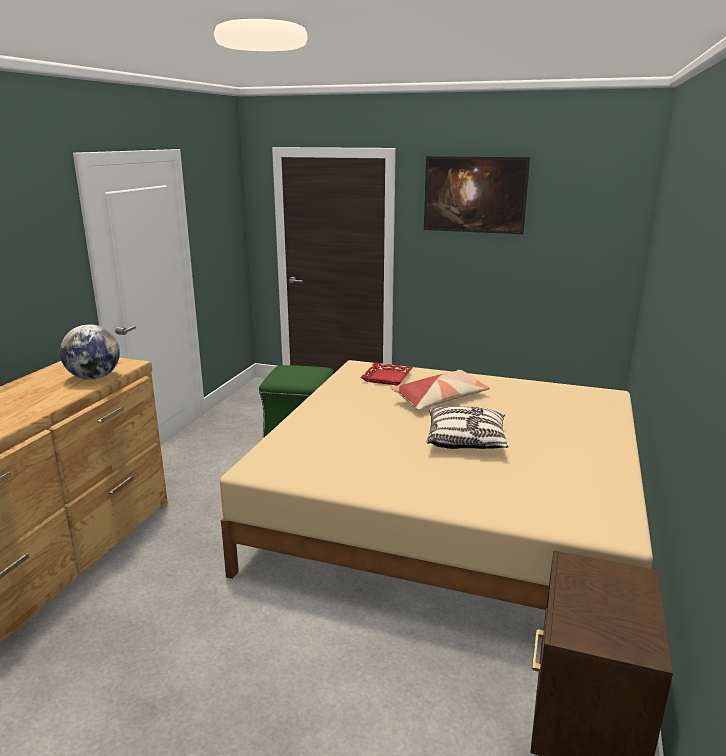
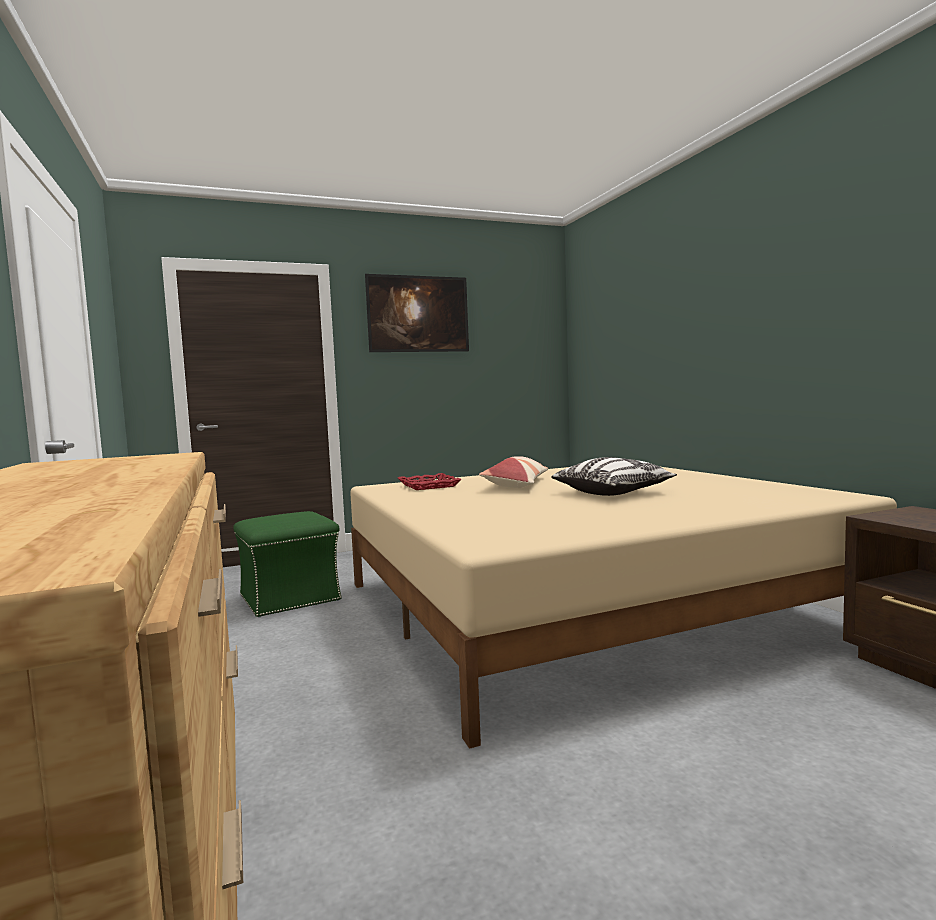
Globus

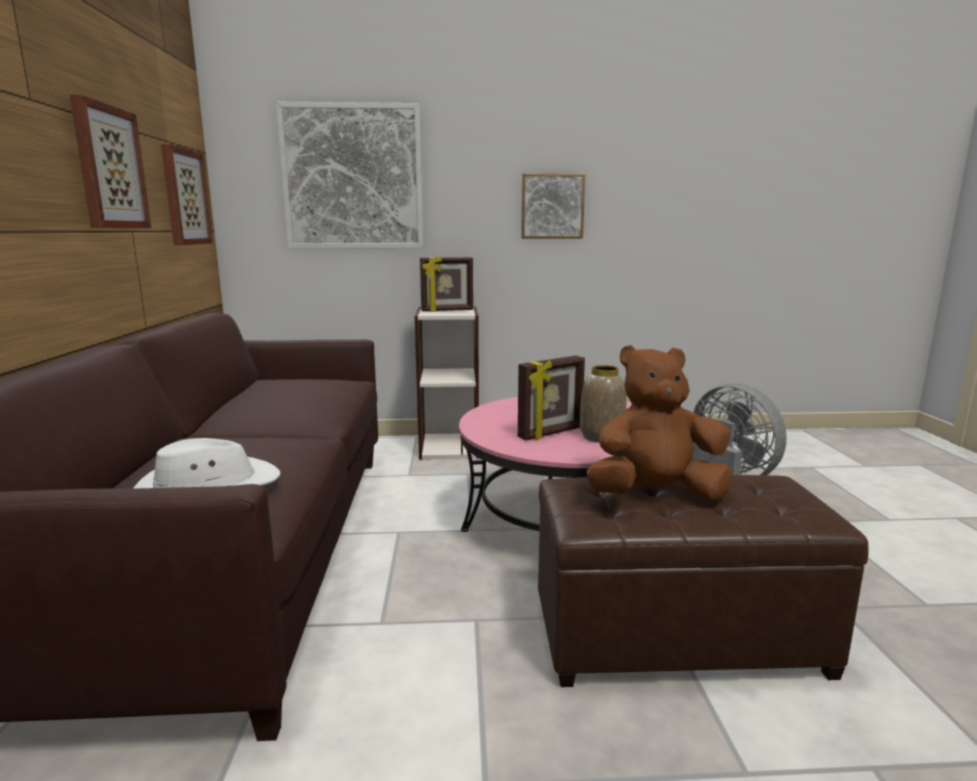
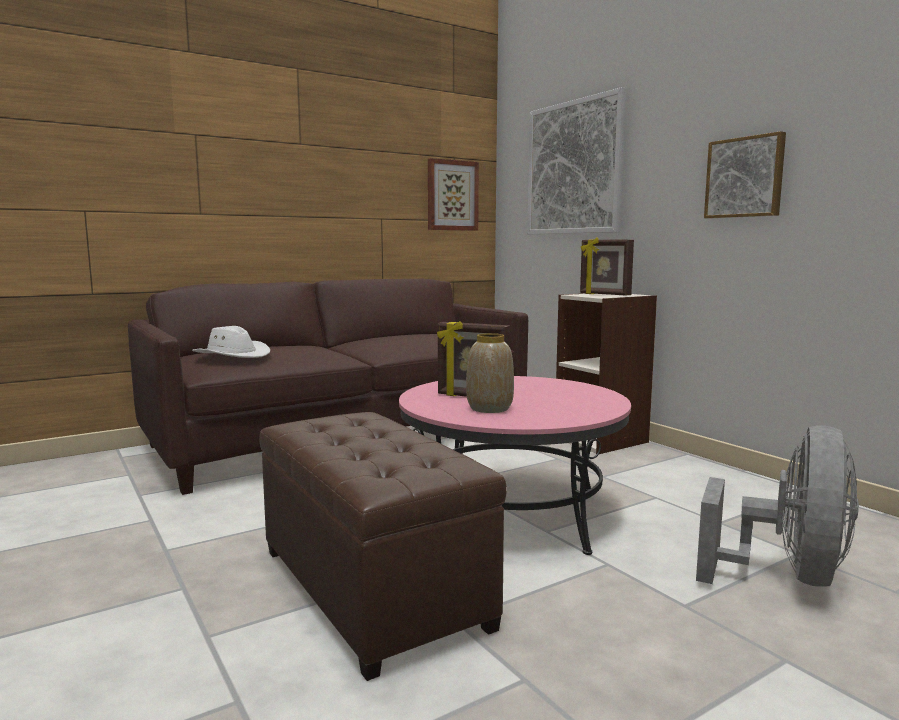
Bild (no. 1 from left in the first image)
Plüschtier (braun)

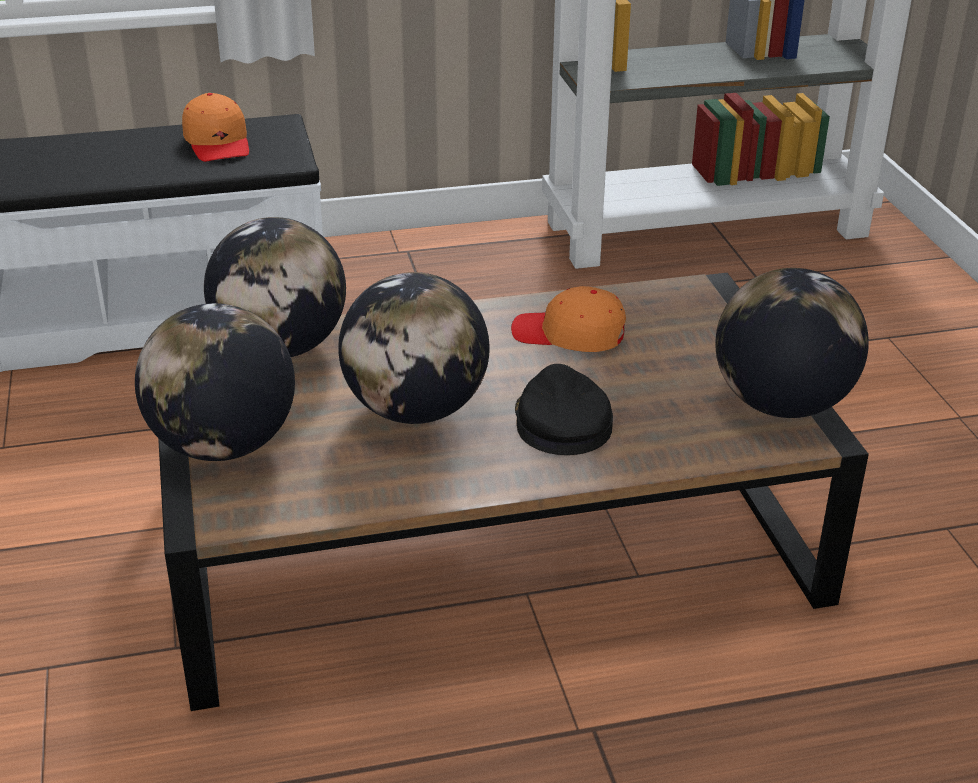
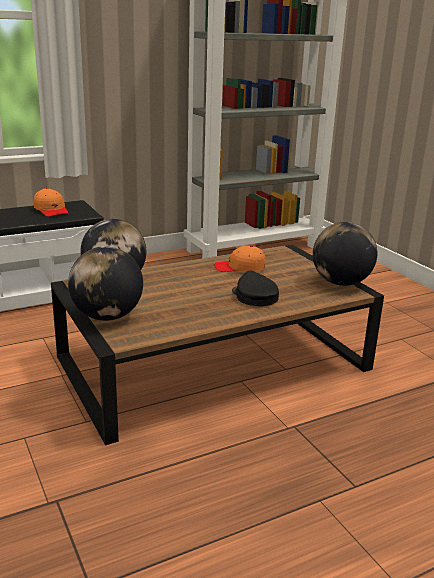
Globus (no. 3 from left in the first image)

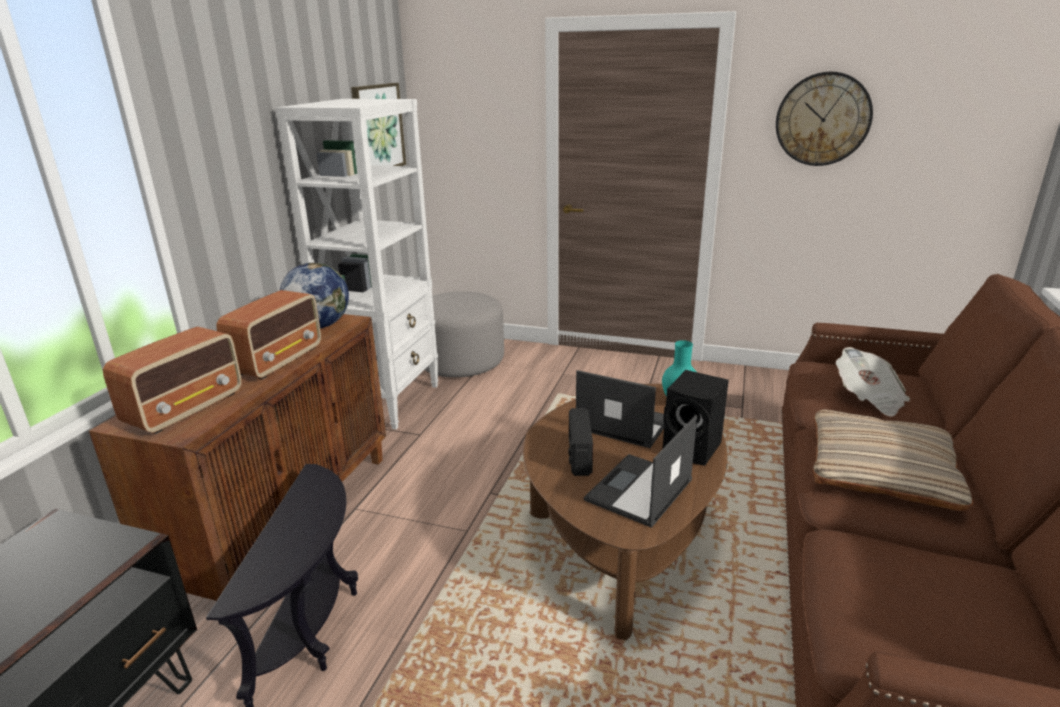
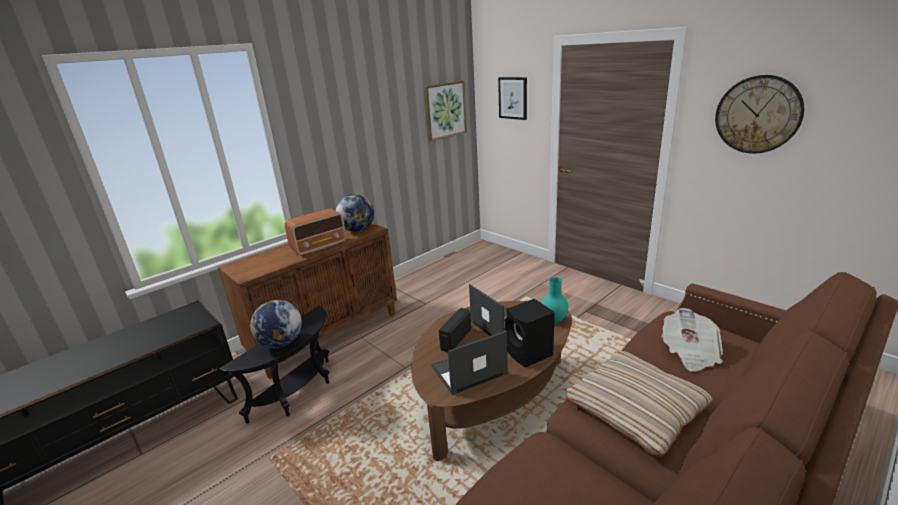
Bücherregal (weiß)
Polsterhocker (grau)
Radio (no. 1 from left in the first image)
Bild (no. 2 from left)
Globus (no. 1 from left)

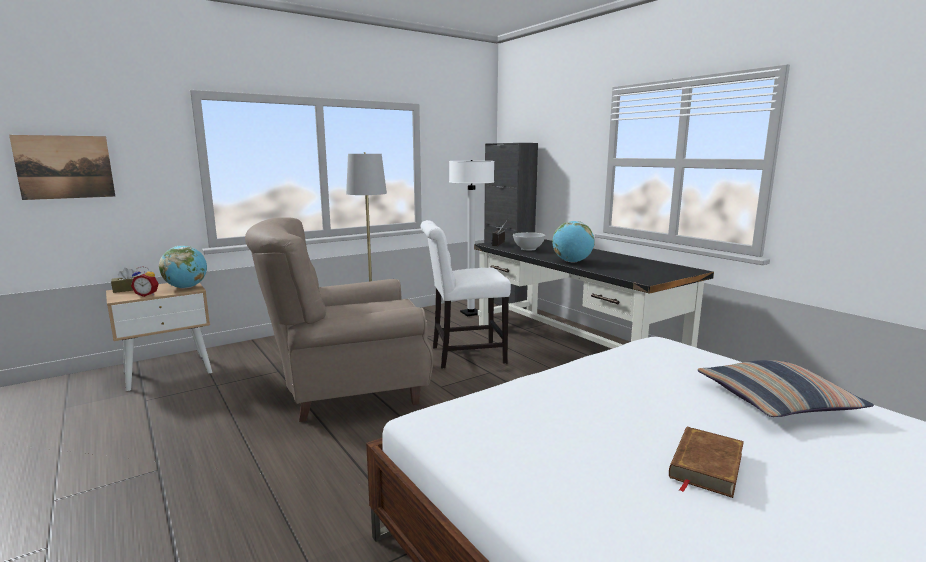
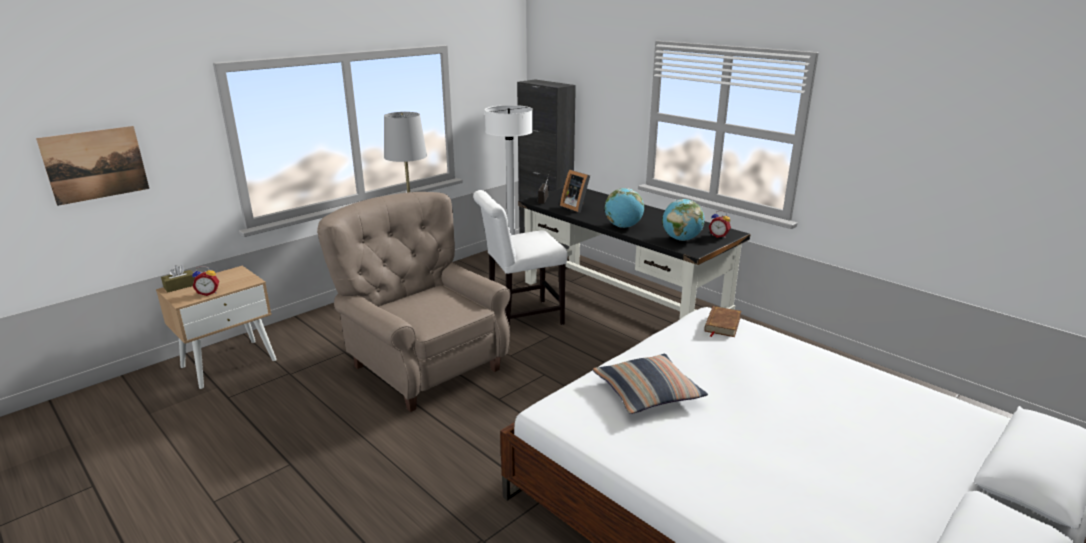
Sessel (beige)
Bilderrahmen
Globus (no. 2 from left)
Kissen
Buch (braun)
Wecker (no. 2 from left)

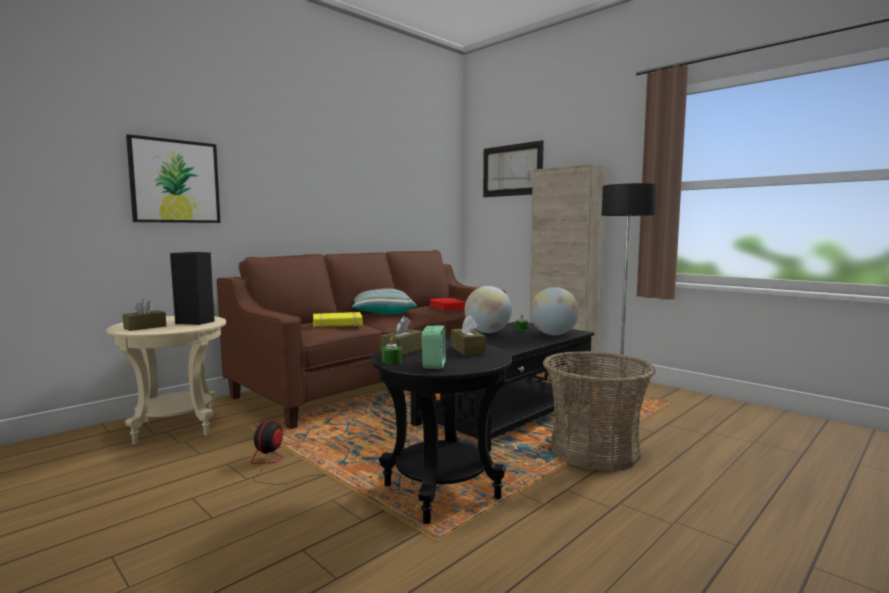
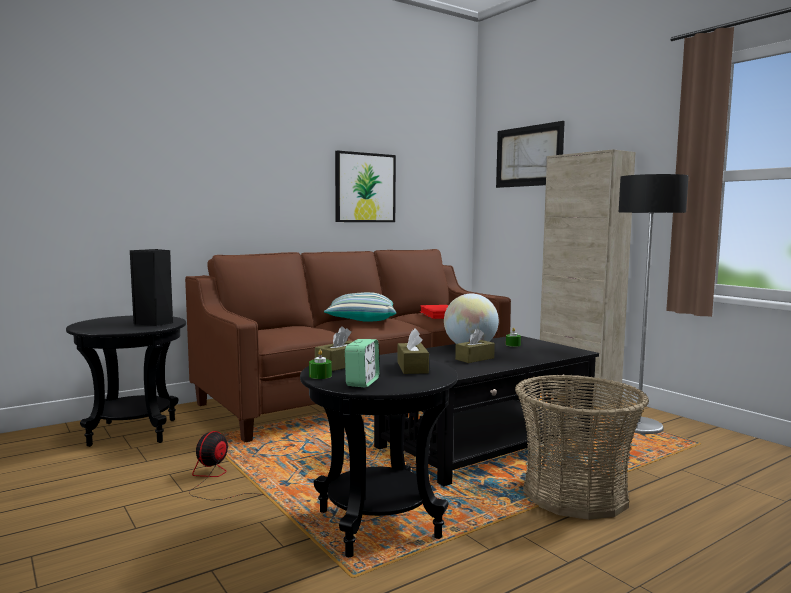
Bild (no. 1 from left)
Globus (no. 2 from left in the first image)
Taschentuchbox (braun) (no. 3 from left)
Buch (gelb)
Beistelltisch (schwarz) (no. 1 from left)

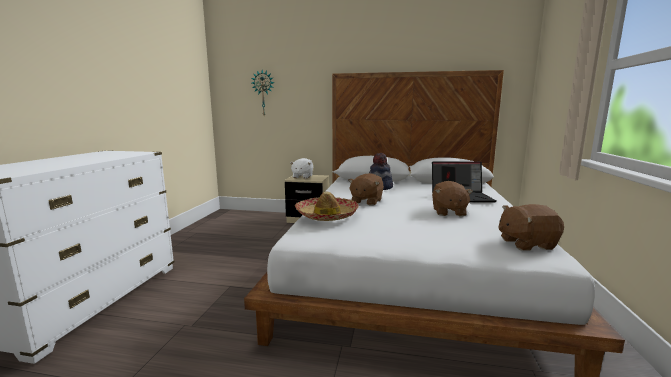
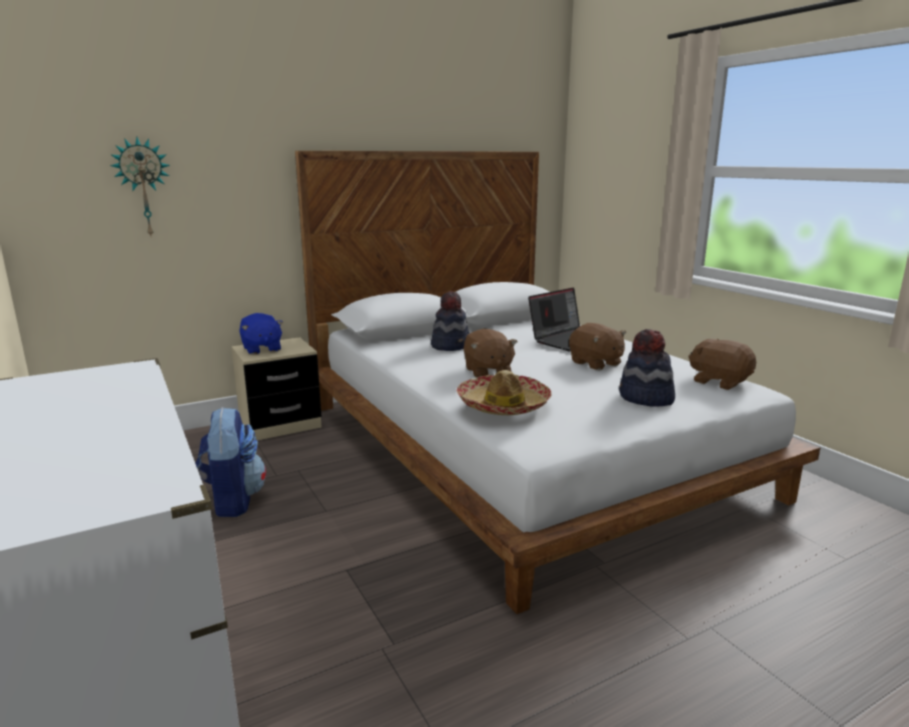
Plüschtier (blau)
Plüschtier (braun) (no. 3 from left)
Hut (no. 3 from left)
Rucksack

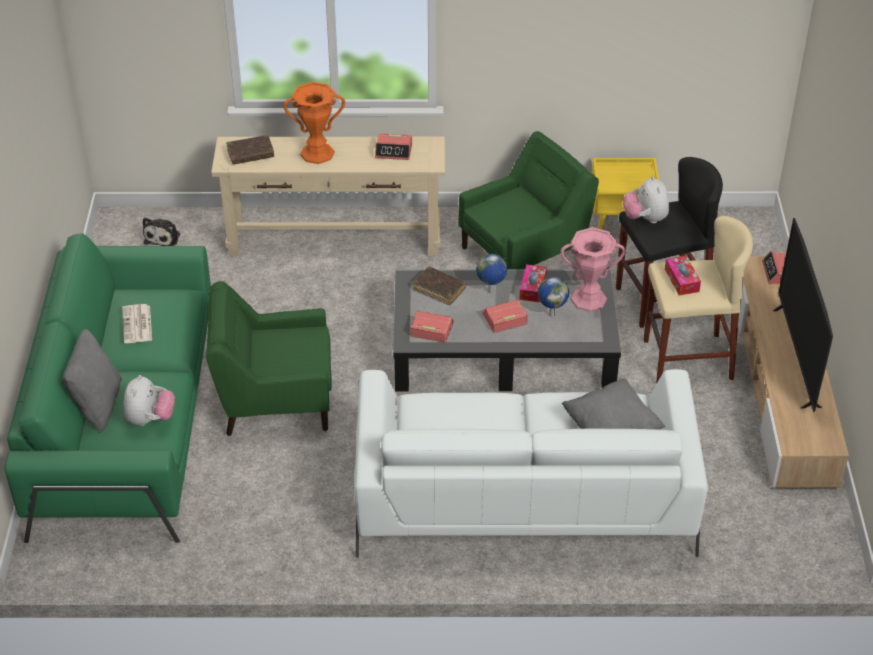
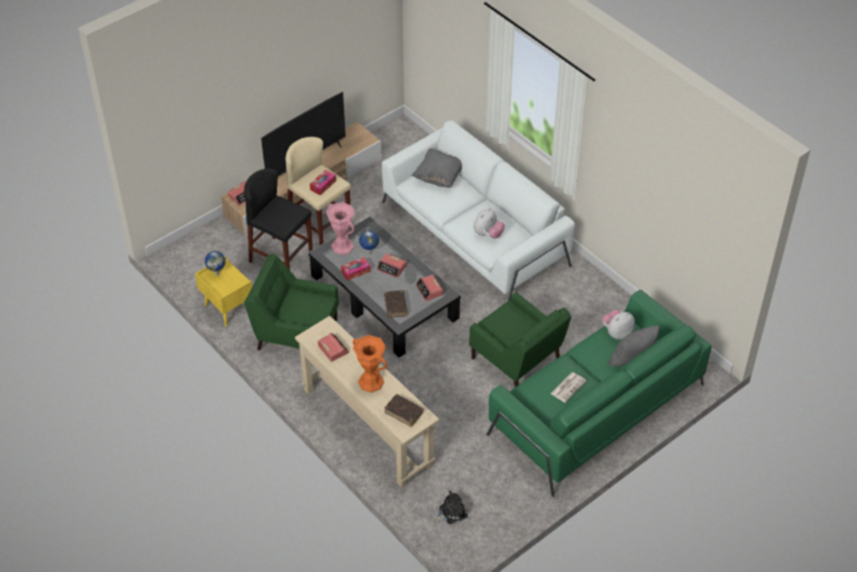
Plüschtier (no. 2 from left)
Globus (no. 1 from left)

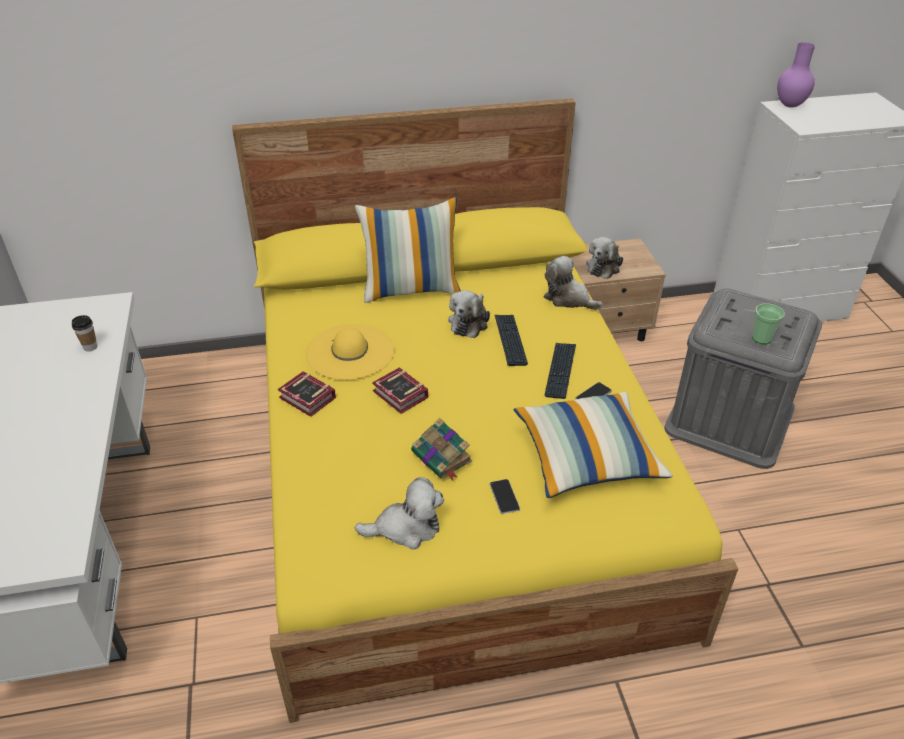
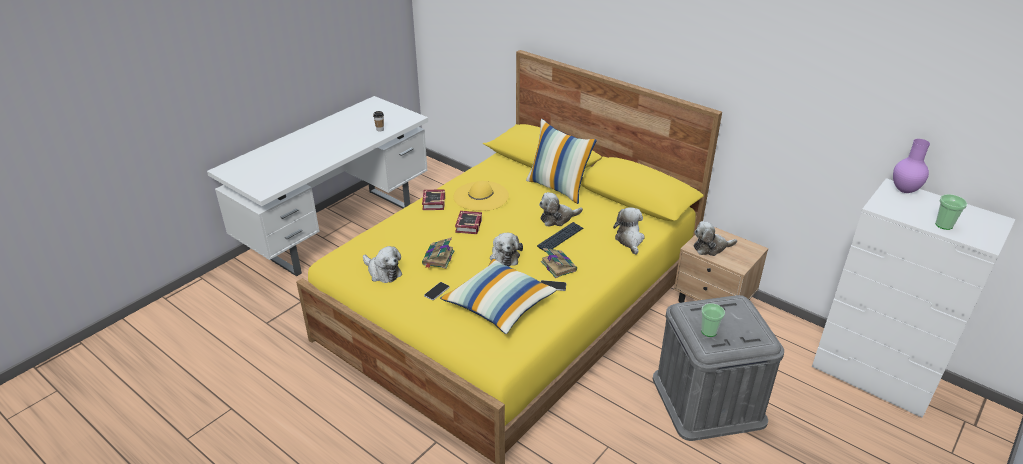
Buch (no. 4 from left)
Tasse (no. 3 from left)
Plüschtier (no. 2 from left)

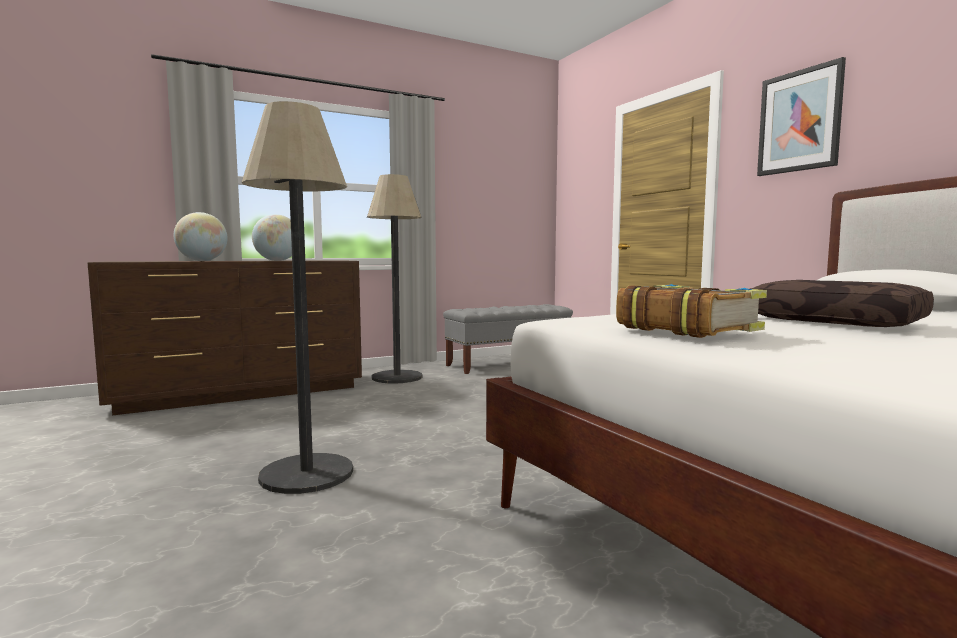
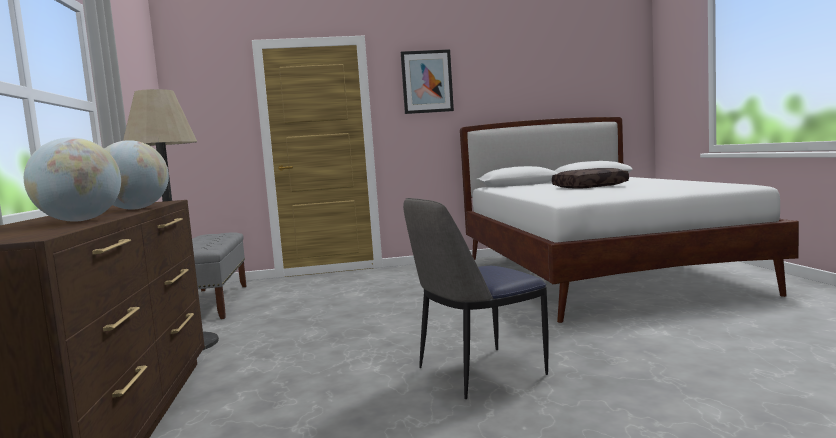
Stuhl
Buch

